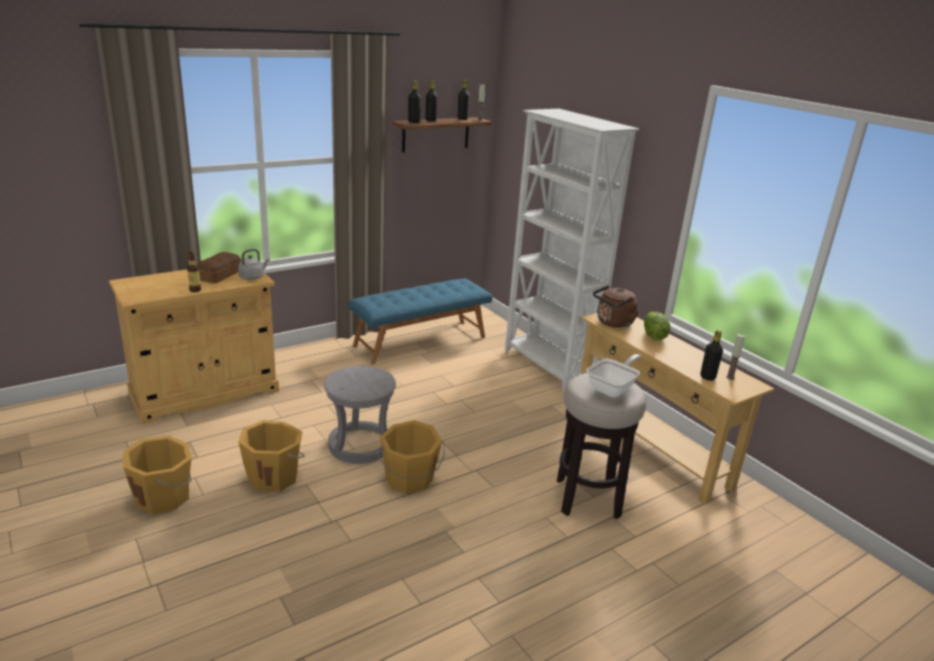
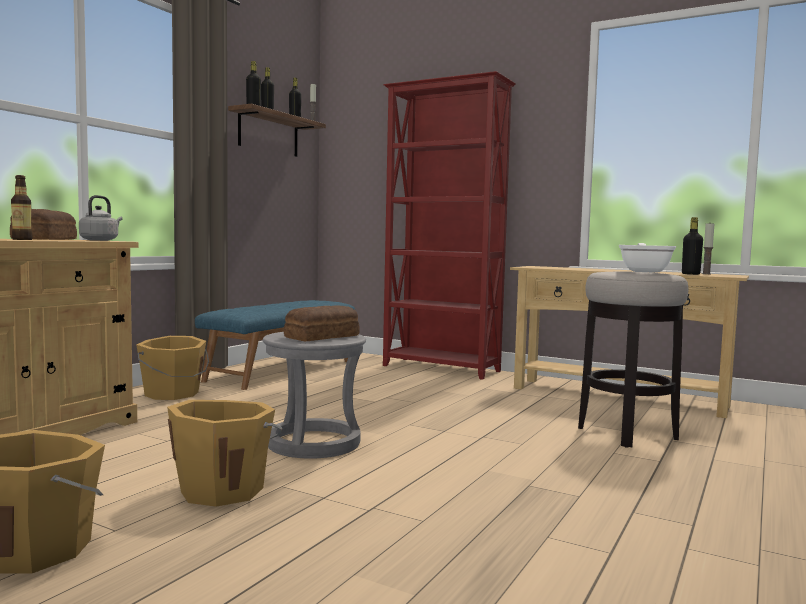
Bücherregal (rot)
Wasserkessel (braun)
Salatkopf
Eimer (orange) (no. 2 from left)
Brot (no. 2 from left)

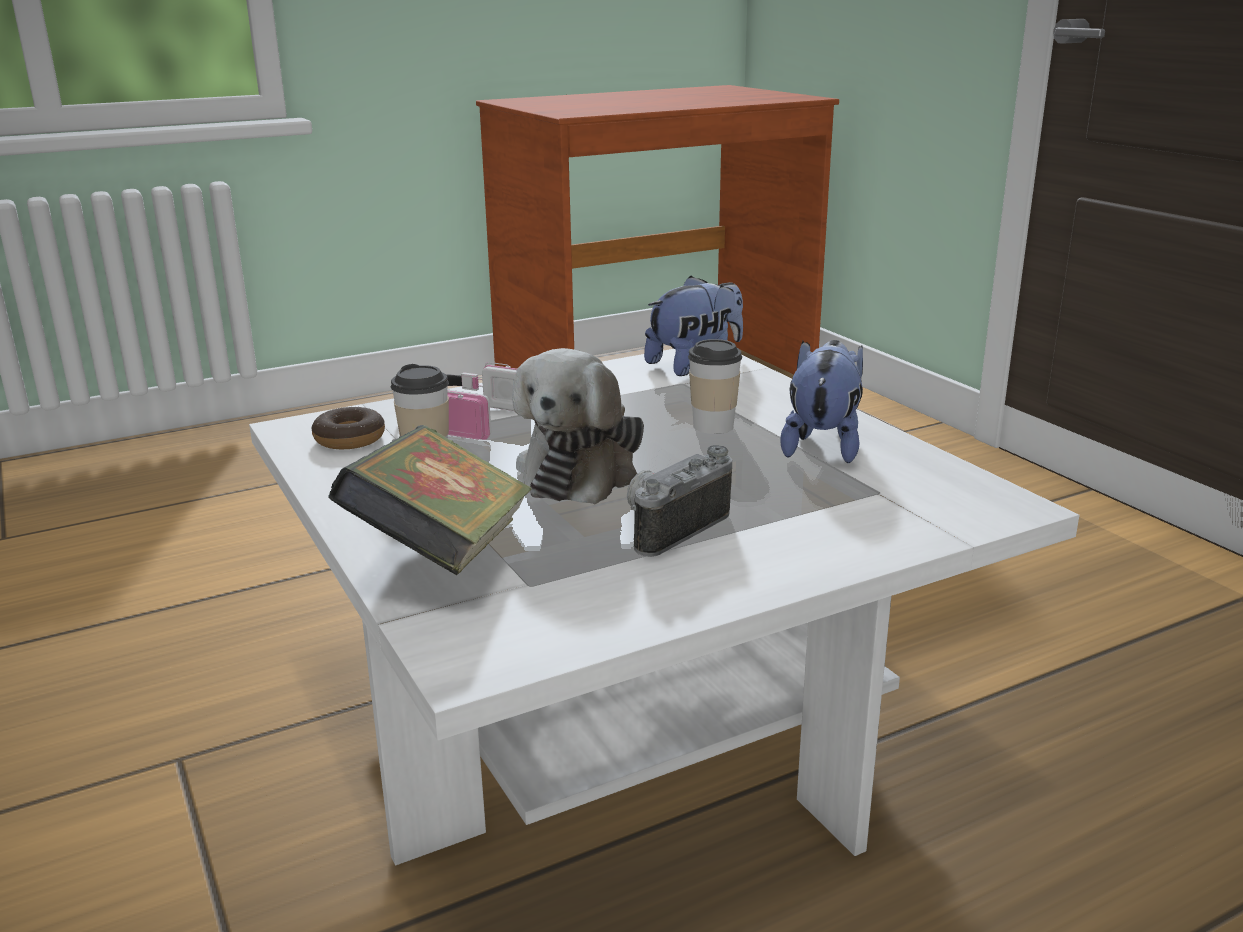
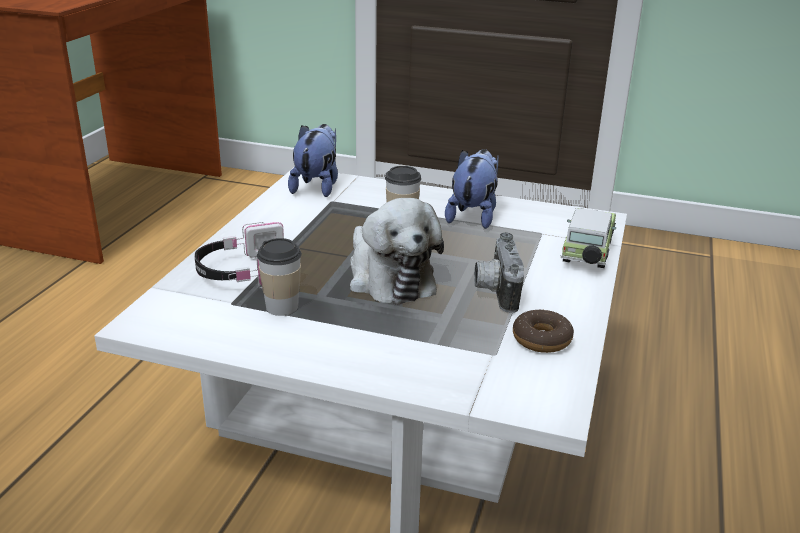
Plüschtier (no. 3 from left)
Donut
Buch
Spielzeugauto

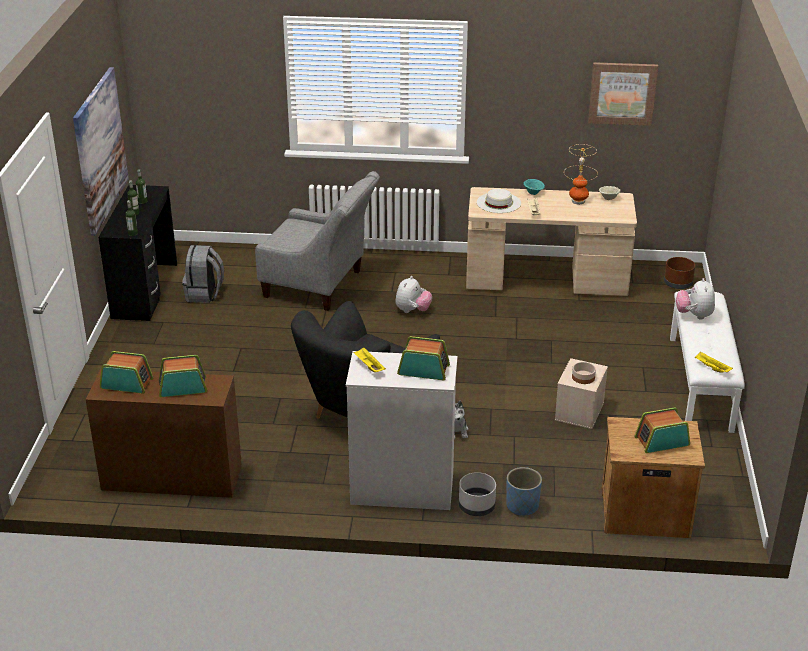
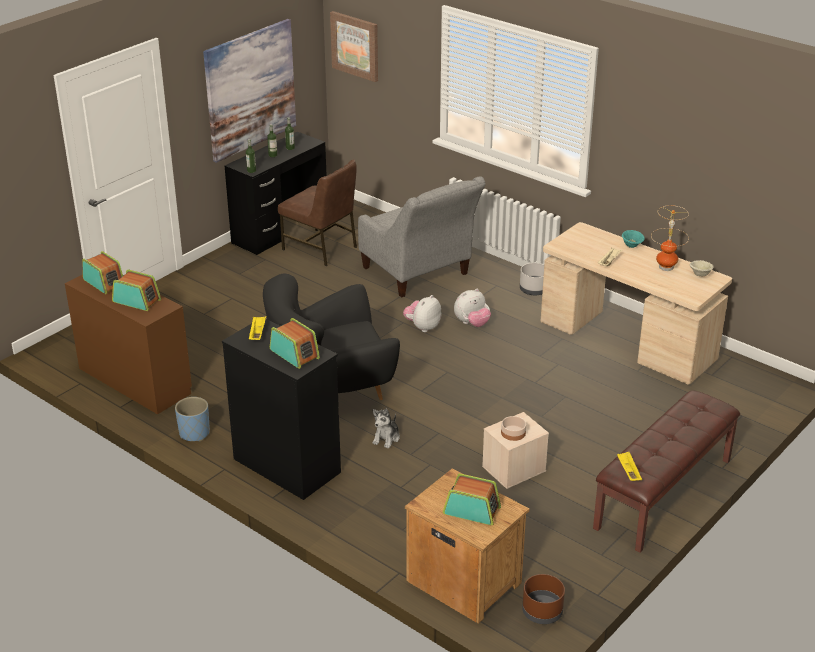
Bild (no. 2 from left)
Hut (weiß)
Stuhl (braun)
Pflanzkübel (braun)
Plüschtier (no. 2 from left)
Bank (braun)
Kommode (schwarz)
Pflanzkübel (blau)
Pflanzkübel (grau)

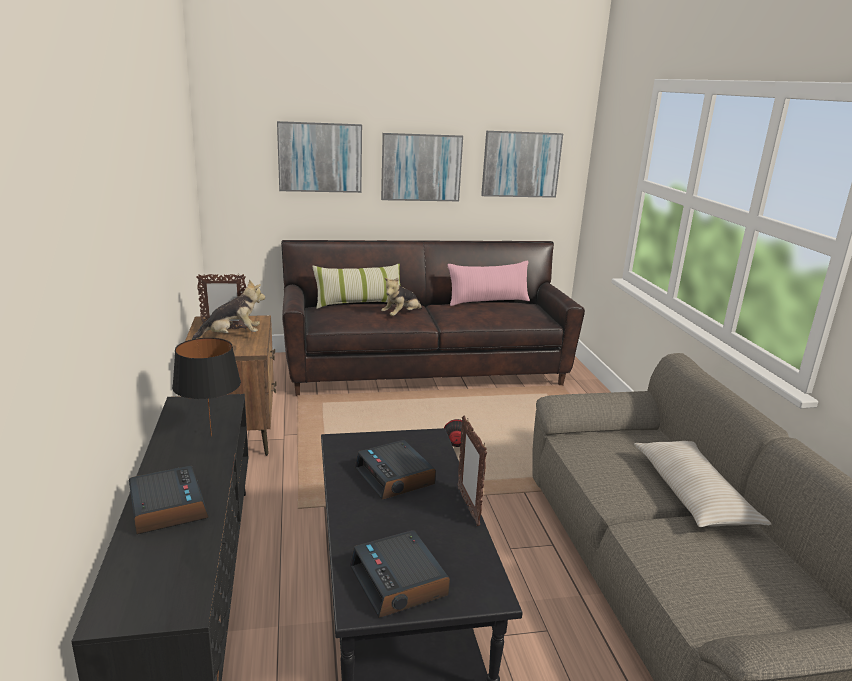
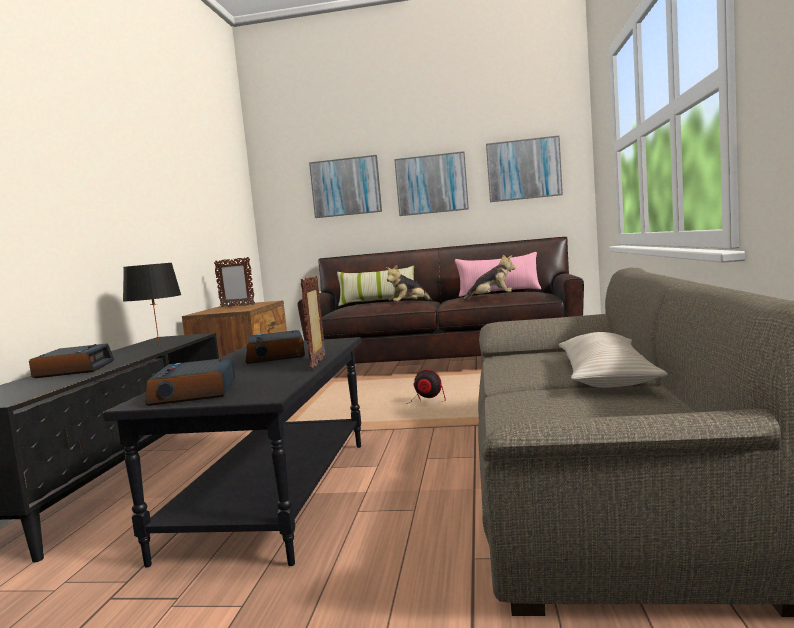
Plüschtier (no. 2 from left)

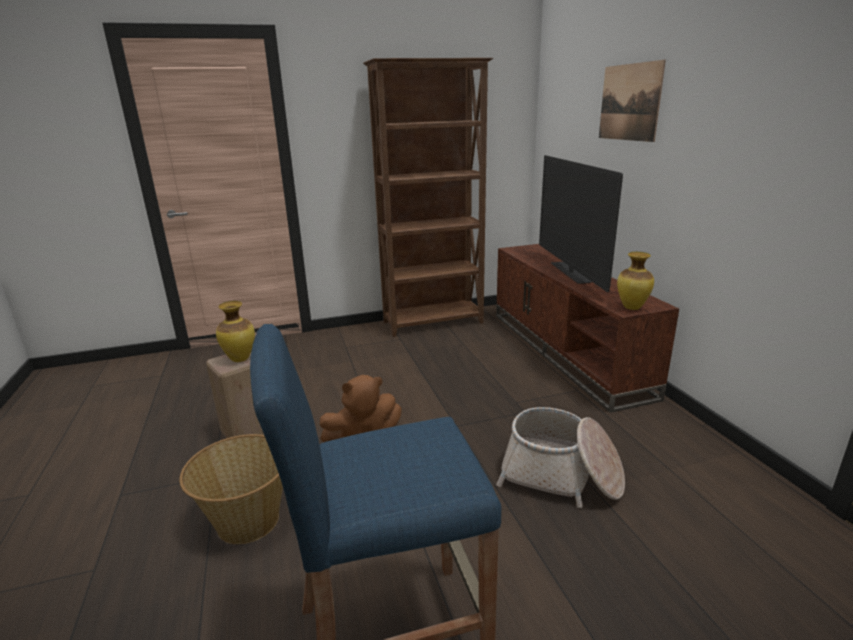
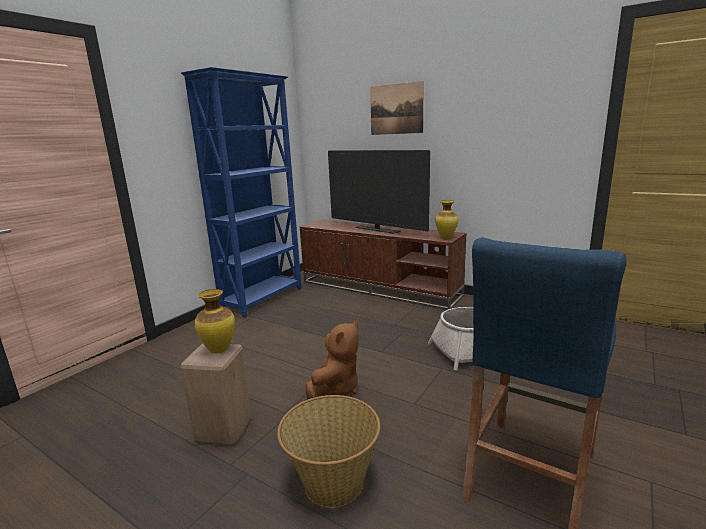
Bücherregal (blau)

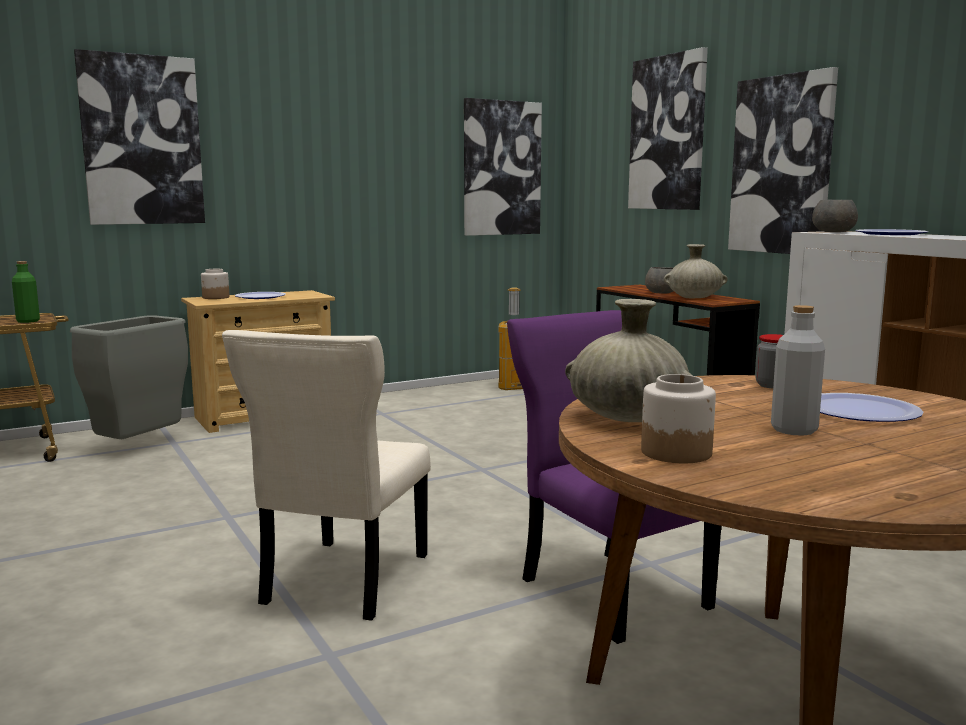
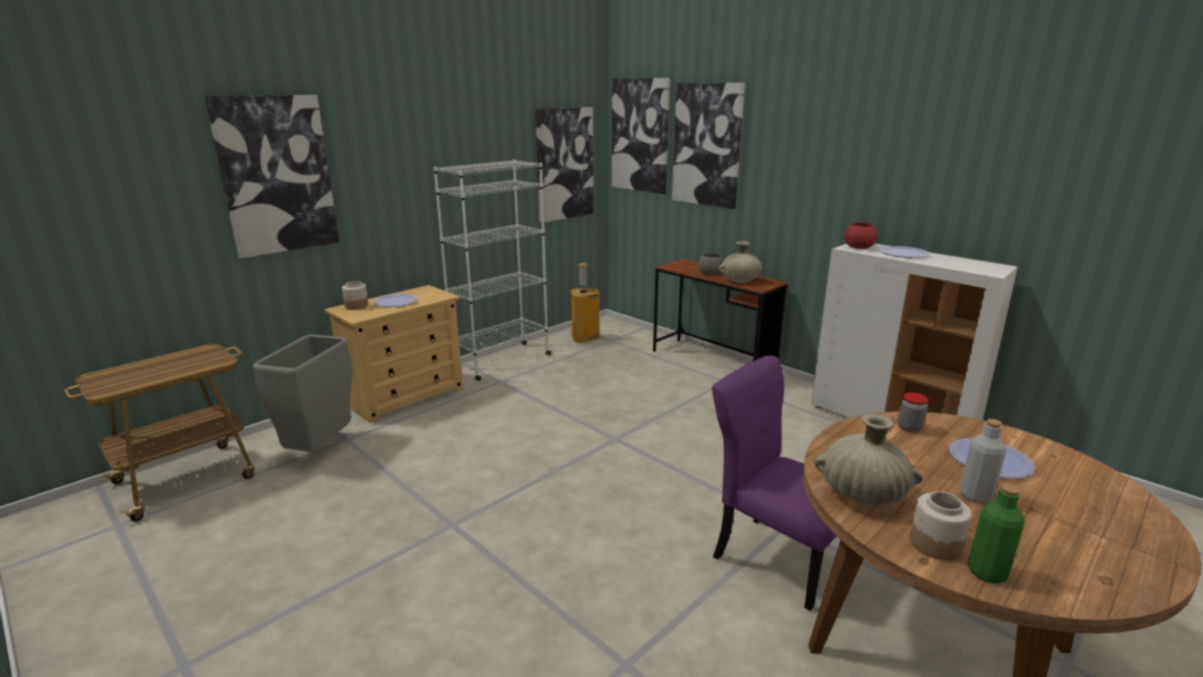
Bild (no. 3 from left)
Schüssel (rot)
Flasche (grün)
Stuhl (beige)
Bücherregal (weiß)

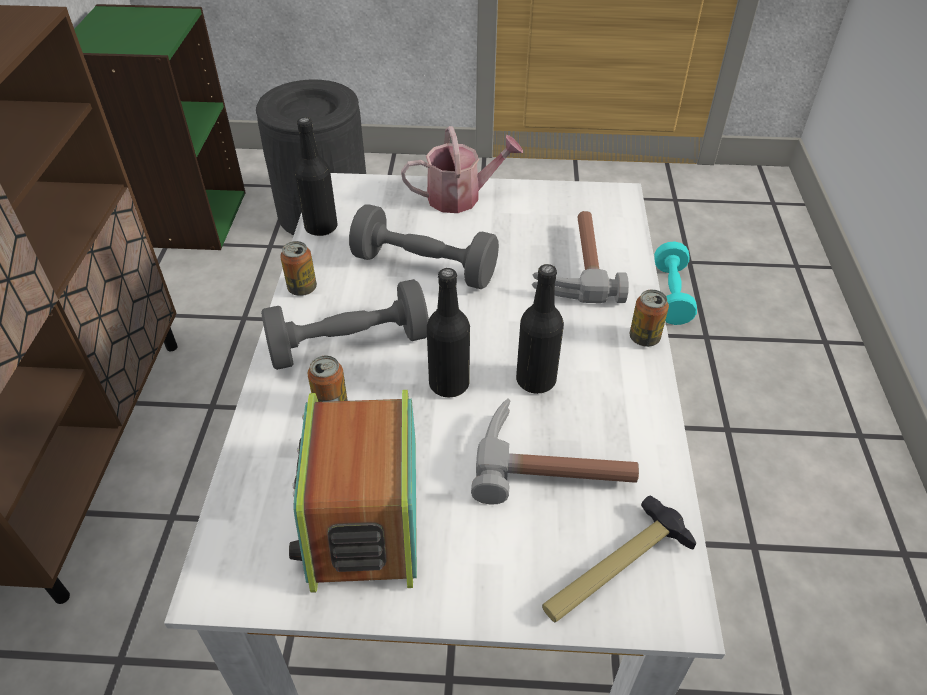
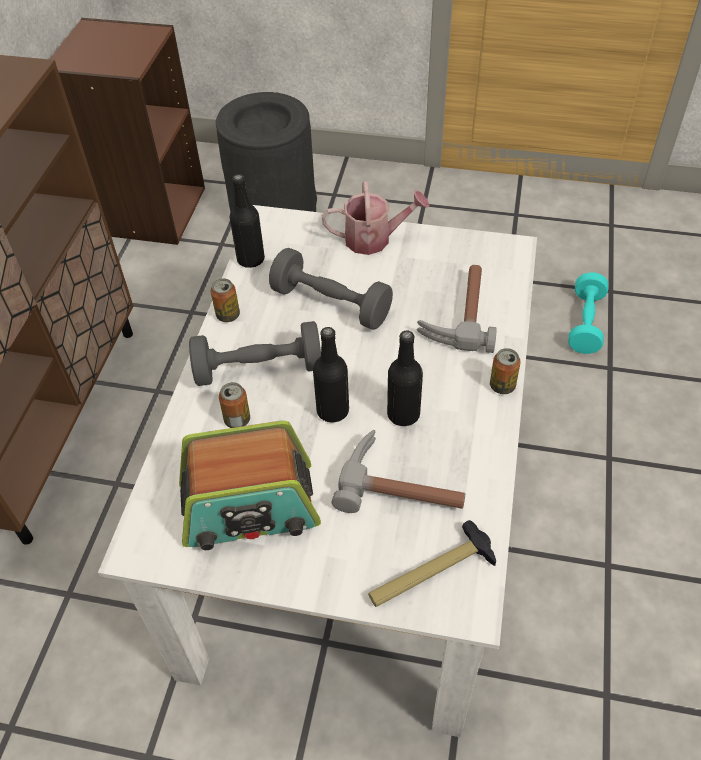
Bücherregal (braun)
Radio

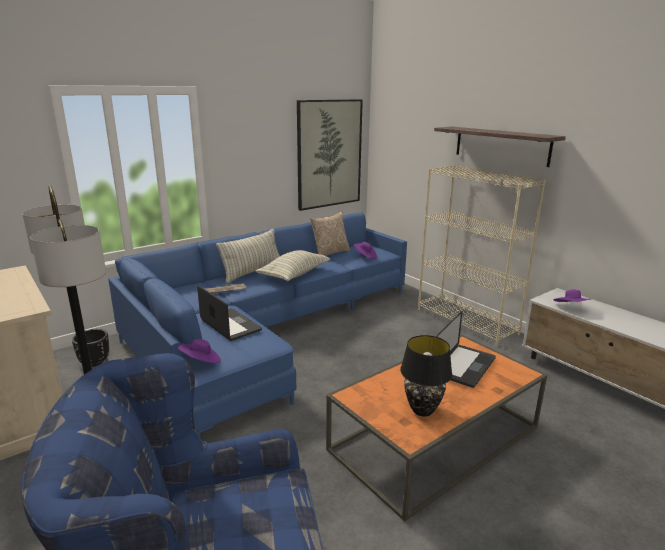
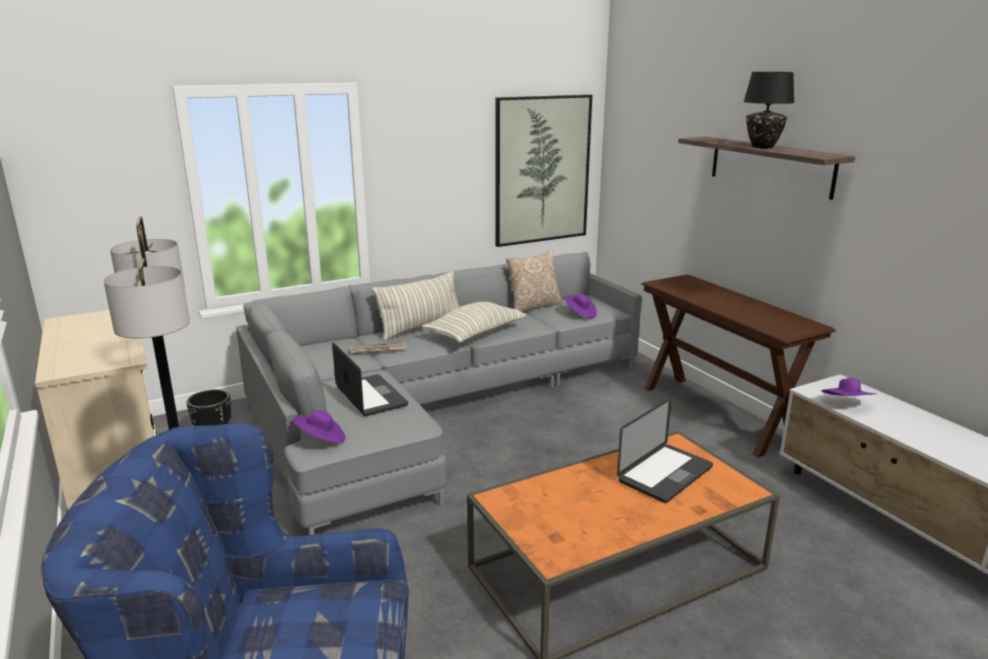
Konsolentisch (braun)
Sofa (grau)
Tischlampe (schwarz)

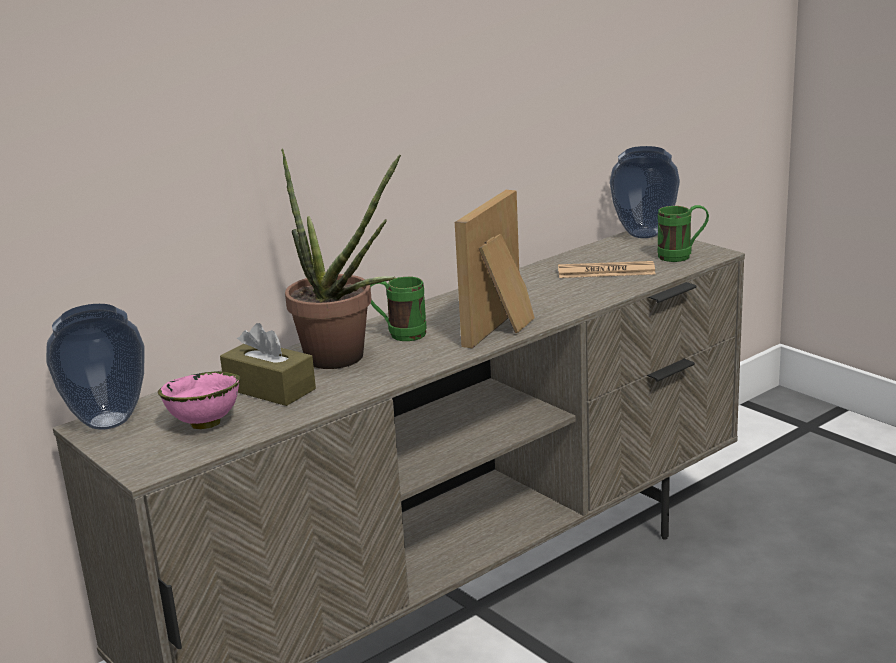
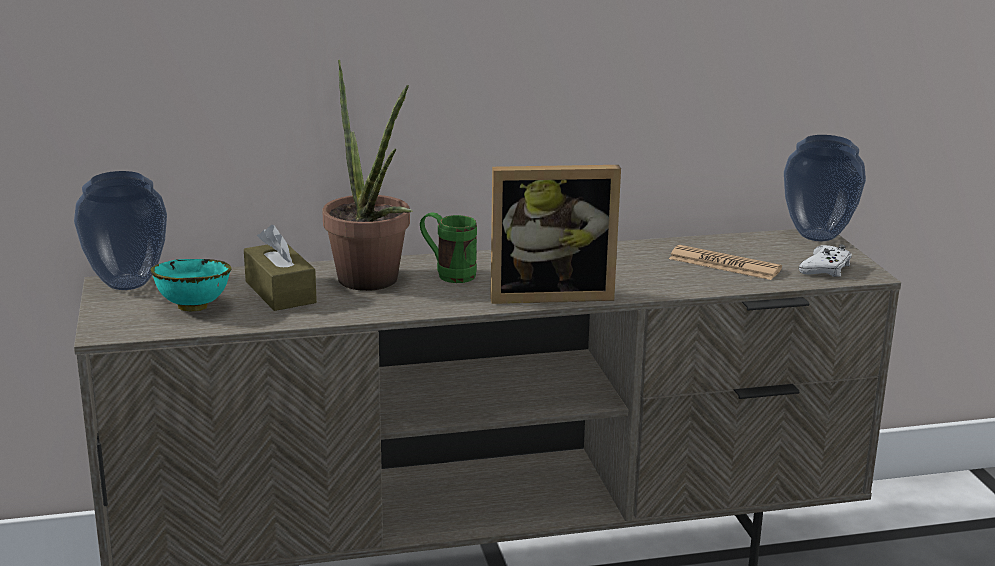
Bilderrahmen
Gamepad (weiß)
Schüssel (türkis)

